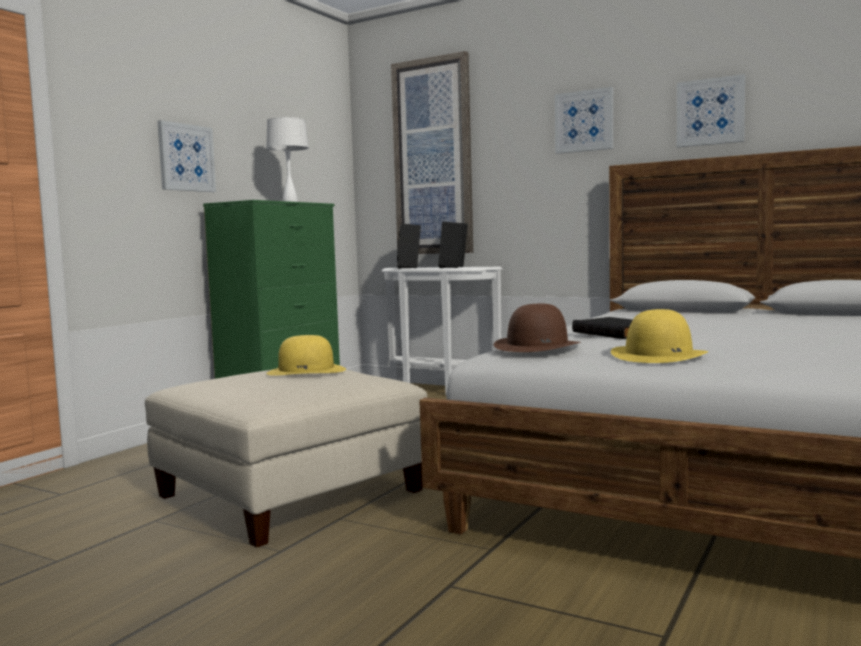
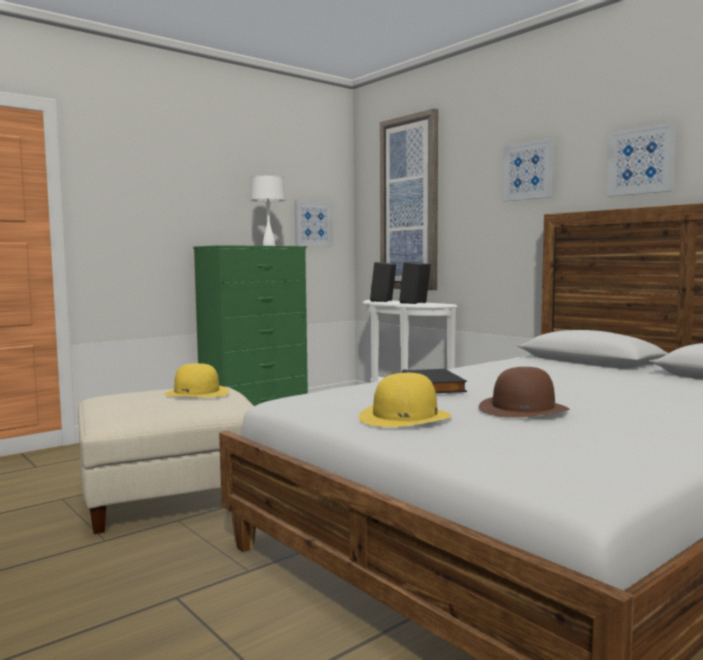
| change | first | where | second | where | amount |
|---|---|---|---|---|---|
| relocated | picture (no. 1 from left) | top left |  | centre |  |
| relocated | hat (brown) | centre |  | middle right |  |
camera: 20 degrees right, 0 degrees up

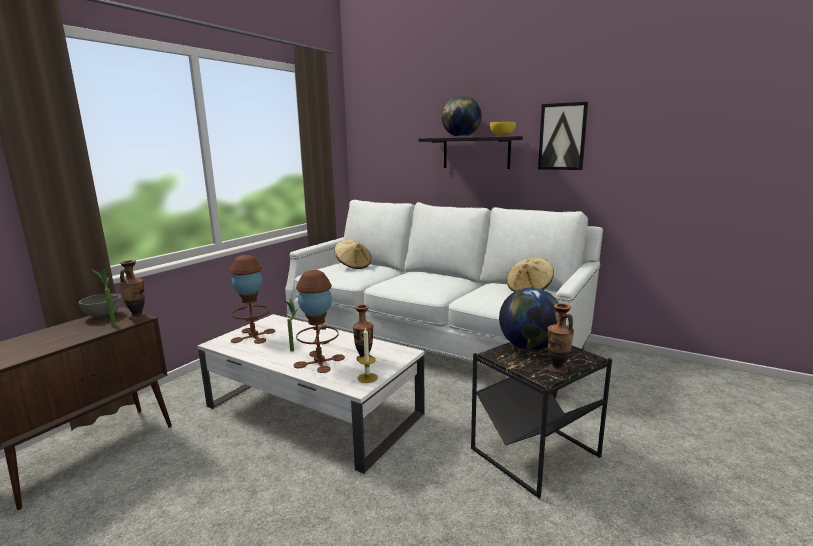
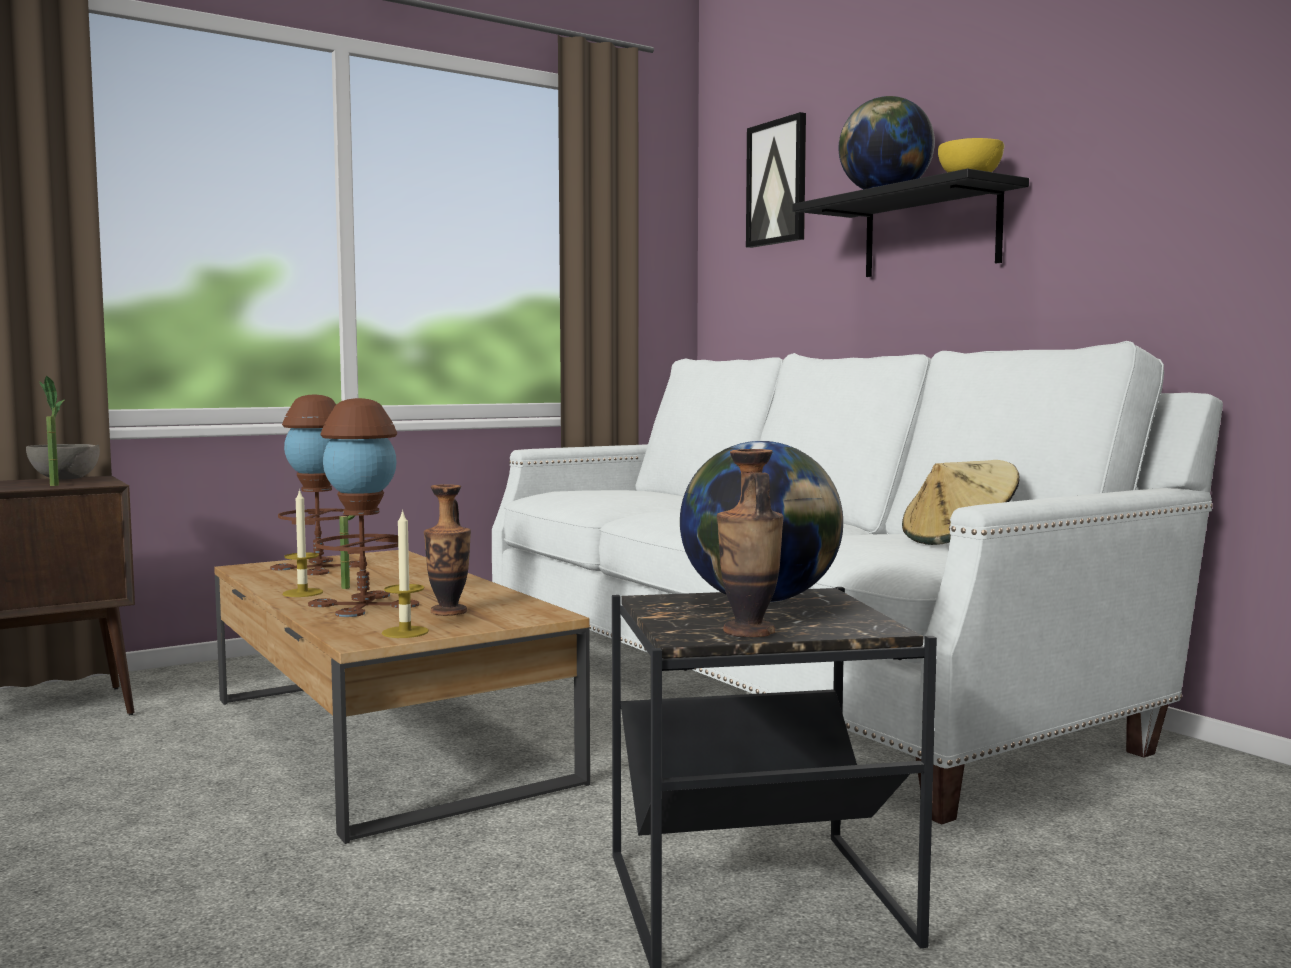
| change | first | where | second | where | amount |
|---|---|---|---|---|---|
| missing | vase (no. 1 from left) | middle left |  |  |  |
| colour | coffee table (white) | bottom centre | coffee table (brown) | bottom left |  |
| missing | hat (beige) (no. 1 from left) | centre |  |  |  |
| relocated | picture | top right |  | top centre |  |
| appeared |  |  | candle (no. 1 from left) | middle left |  |
camera: 25 degrees right, 10 degrees down

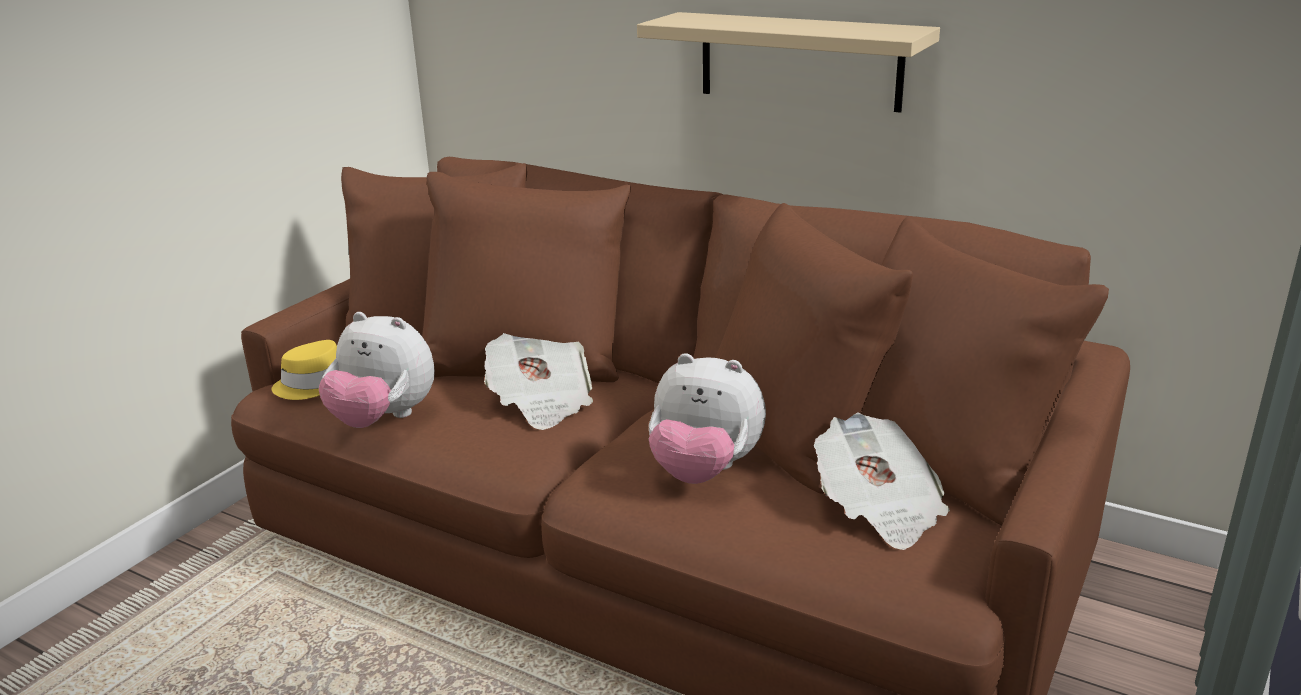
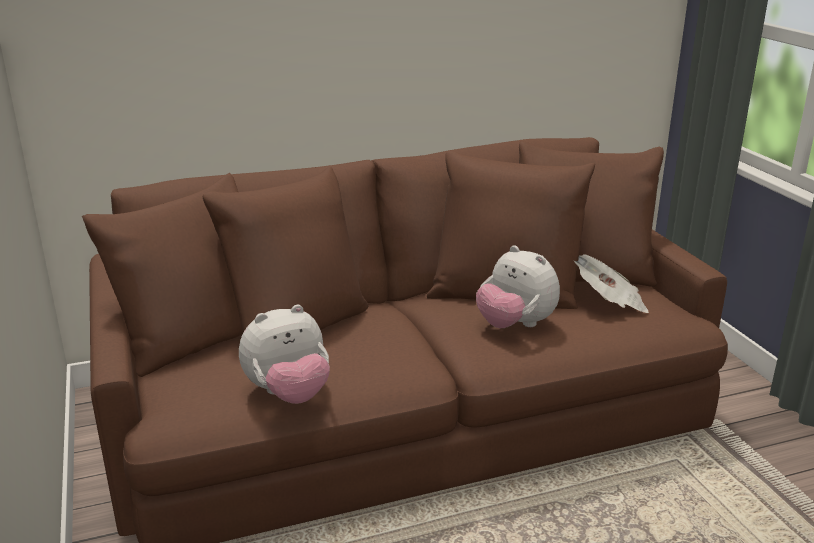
| change | first | where | second | where | amount |
|---|---|---|---|---|---|
| missing | hat (yellow) | middle left |  |  |  |
| missing | newspaper (no. 1 from left) | centre |  |  |  |
| missing | shelf (beige) | top centre |  |  |  |
| spun | plush toy (no. 2 from left) | centre |  | centre | 75 degrees clockwise |
camera: 50 degrees left, 0 degrees up

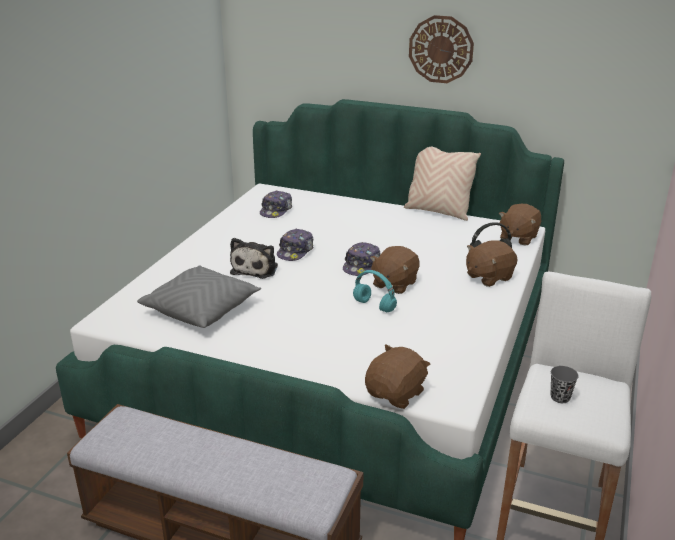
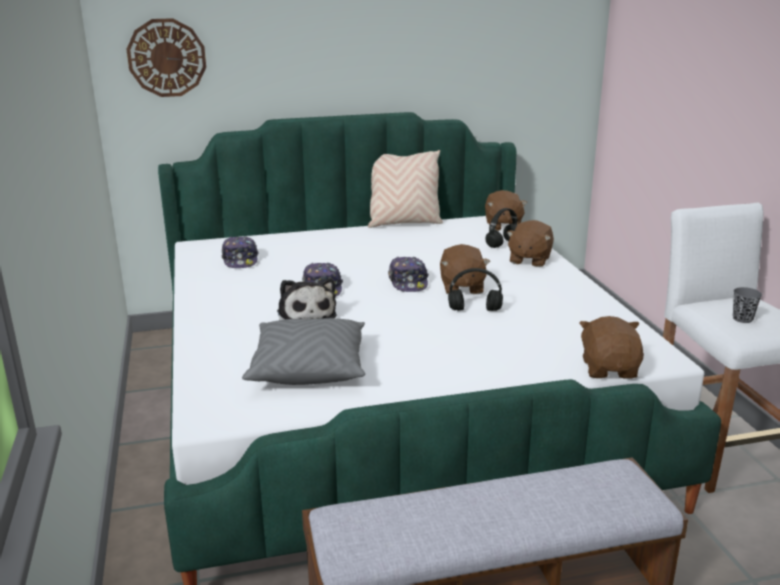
| change | first | where | second | where | amount |
|---|---|---|---|---|---|
| colour | headphones (turquoise) | centre | headphones (black) (no. 1 from left) | centre |  |
| relocated | wall clock | top centre |  | top left |  |
camera: 35 degrees left, 5 degrees down

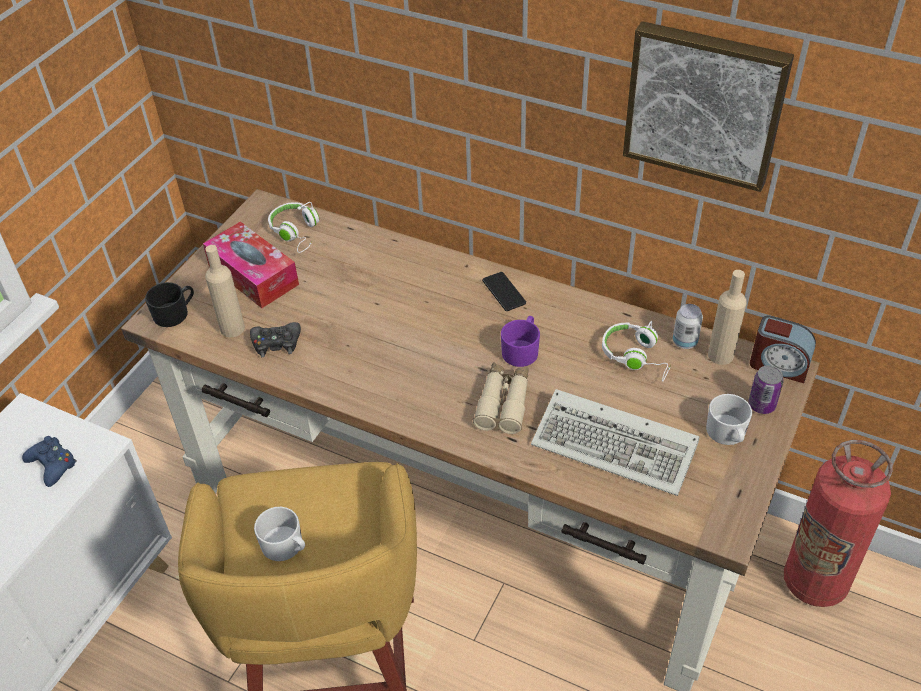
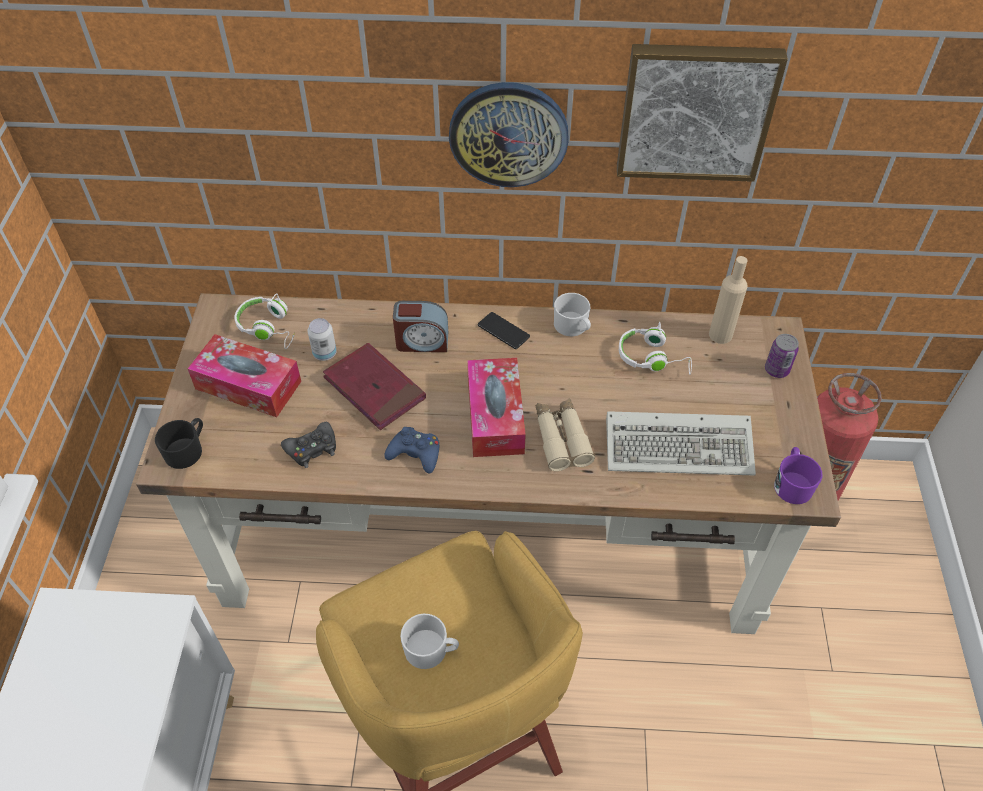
| change | first | where | second | where | amount |
|---|---|---|---|---|---|
| relocated | game controller (blue) | bottom left |  | centre |  |
| missing | bottle (beige) (no. 1 from left) | middle left |  |  |  |
| relocated | mug (purple) | centre |  | middle right |  |
| relocated | can (no. 1 from left) | middle right |  | middle left |  |
| relocated | mug (white) (no. 2 from left) | middle right |  | centre |  |
| relocated | alarm clock | middle right |  | centre |  |
| appeared |  |  | book (red) | centre |  |
| appeared |  |  | wall clock | top centre |  |
| appeared |  |  | tissue box (no. 2 from left) | centre |  |
camera: 25 degrees left, 5 degrees up

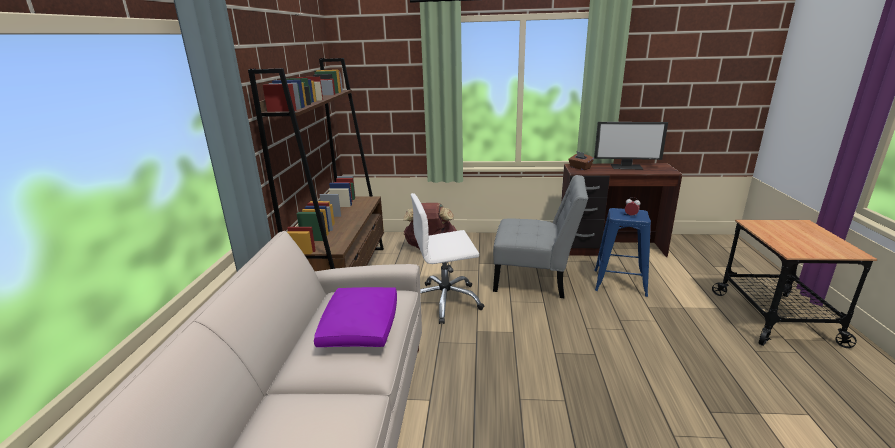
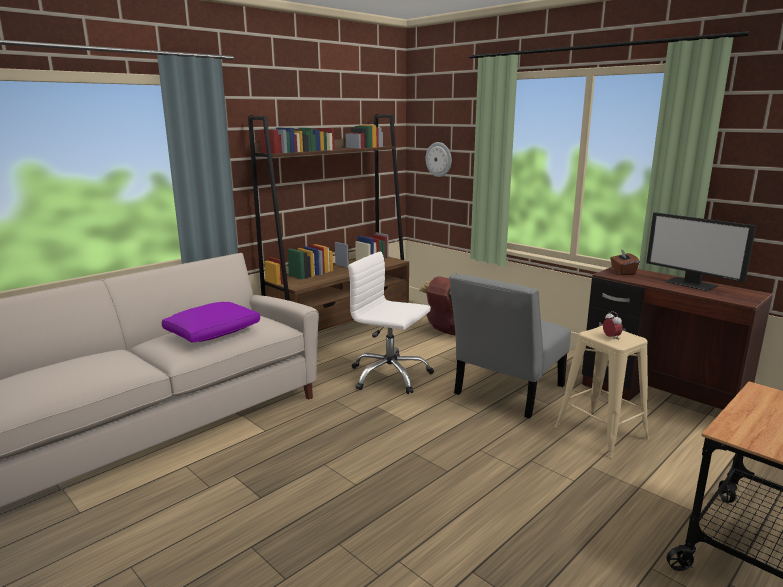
| change | first | where | second | where | amount |
|---|---|---|---|---|---|
| spun | chair (grey) | centre |  | centre | 75 degrees clockwise |
| colour | stool (blue) | middle right | stool (beige) | bottom right |  |
| appeared |  |  | wall clock | top centre |  |
camera: 40 degrees right, 5 degrees down

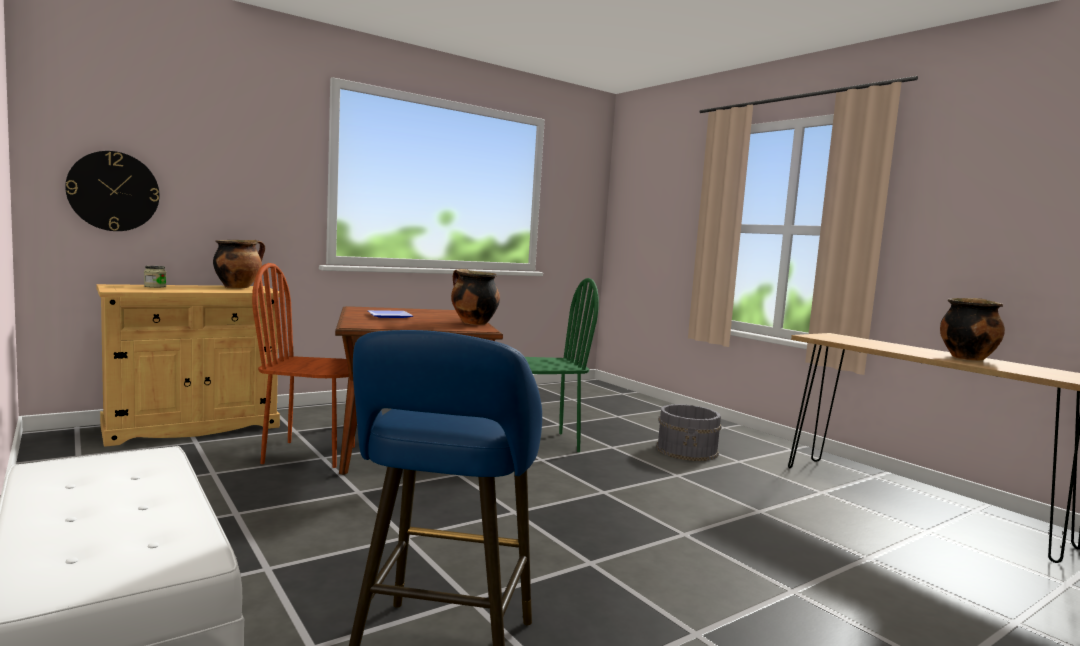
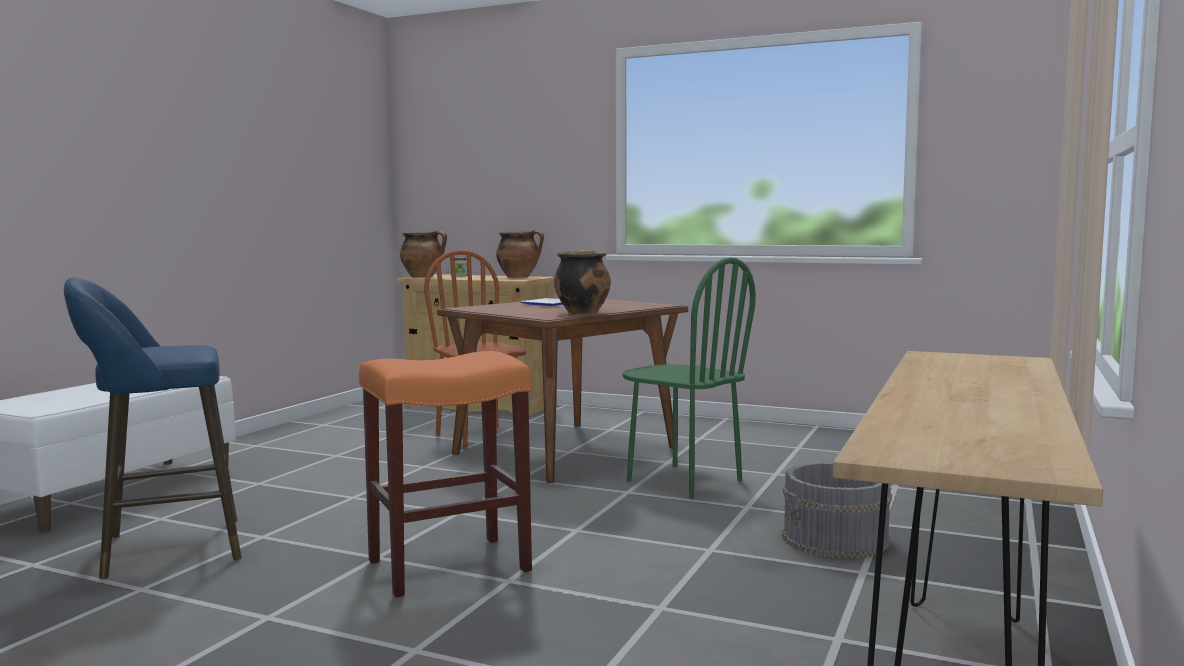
| change | first | where | second | where | amount |
|---|---|---|---|---|---|
| missing | wall clock | top left |  |  |  |
| relocated | cooking pot (no. 3 from left in the first image) | middle right | cooking pot (no. 1 from left) | centre |  |
| appeared |  |  | stool (orange) | bottom centre |  |
camera: 60 degrees right, 0 degrees up

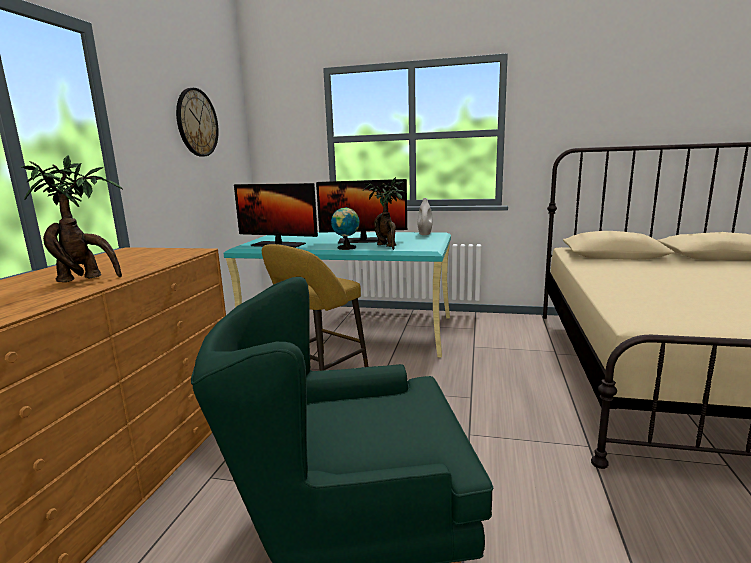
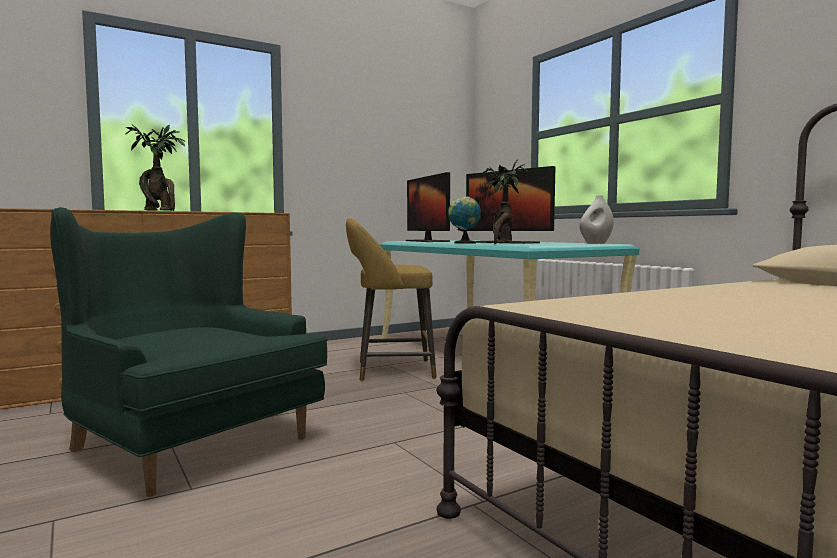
| change | first | where | second | where | amount |
|---|---|---|---|---|---|
| missing | wall clock | top left |  |  |  |
camera: 45 degrees right, 10 degrees down

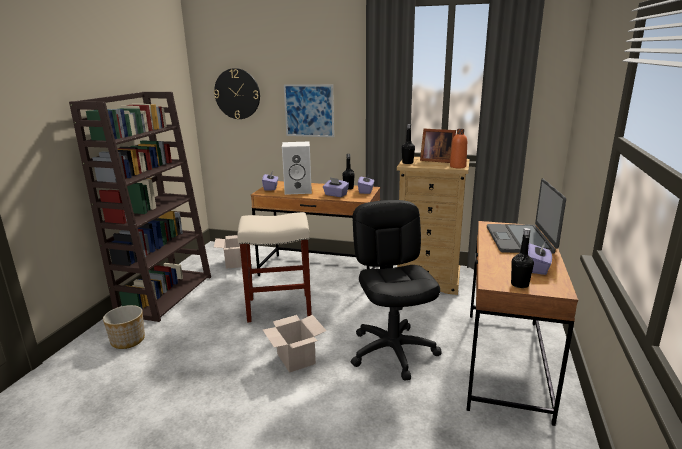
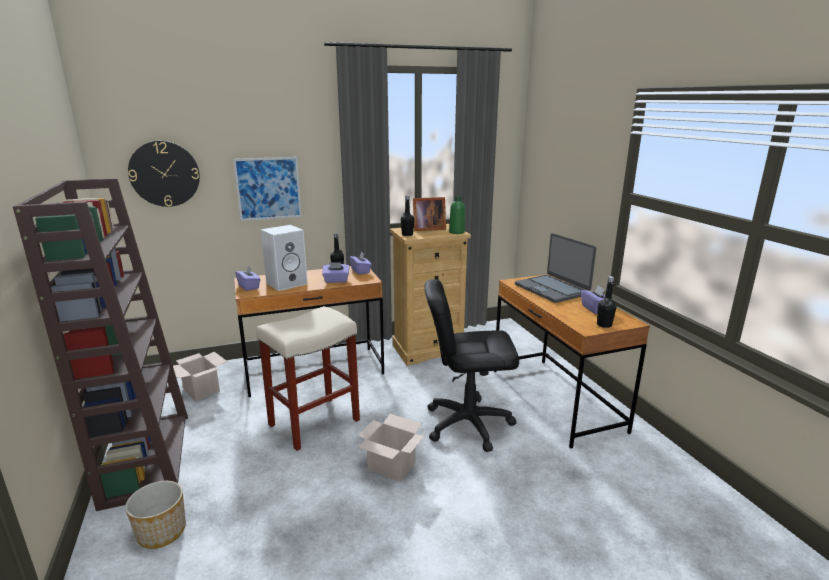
| change | first | where | second | where | amount |
|---|---|---|---|---|---|
| spun | office chair (black) | centre |  | centre | 45 degrees counterclockwise |
| colour | bottle (orange) | top right | bottle (green) | centre |  |
camera: 35 degrees left, 0 degrees up

